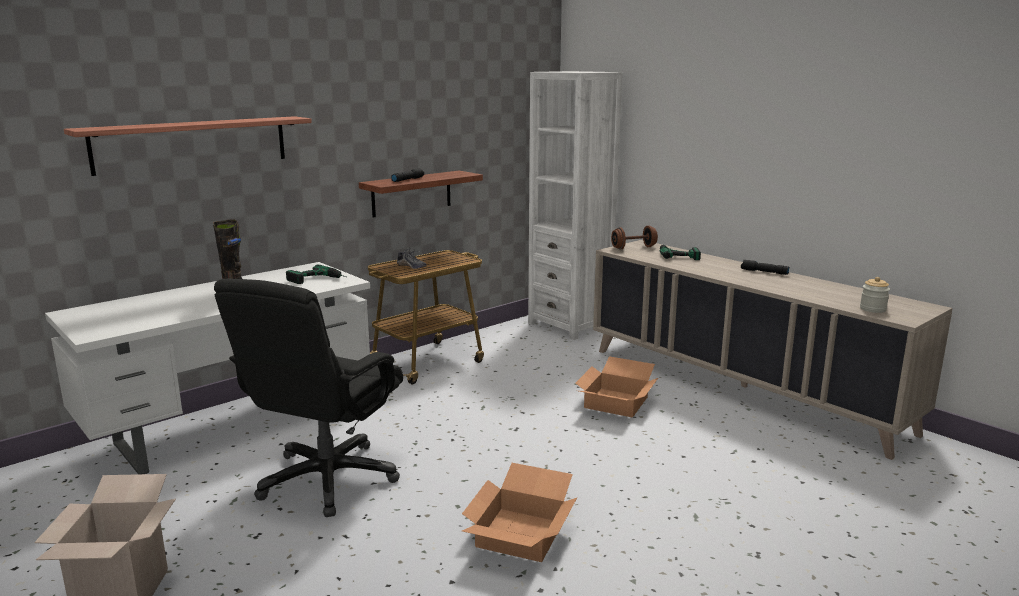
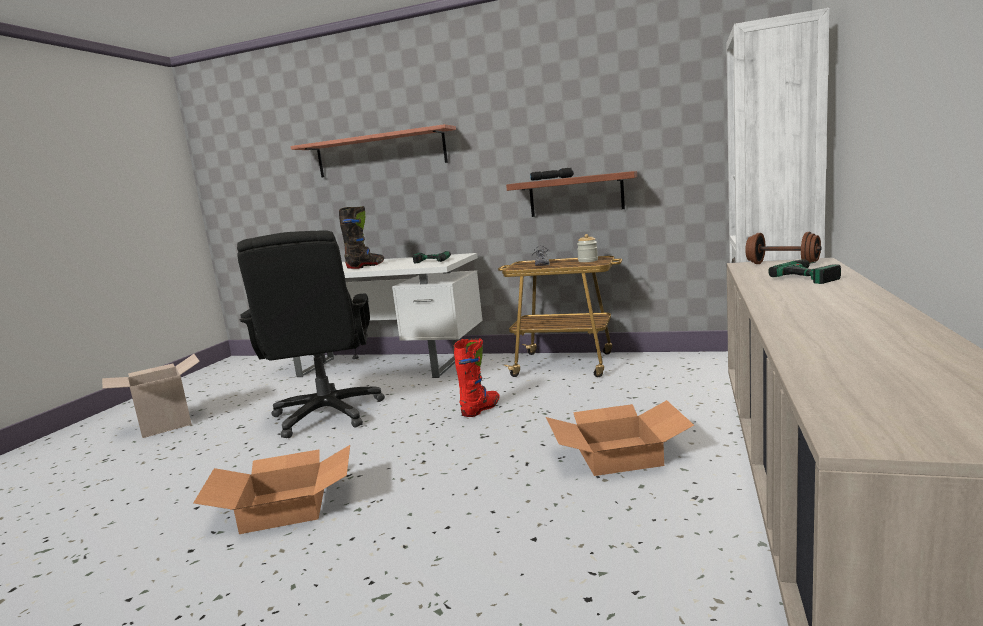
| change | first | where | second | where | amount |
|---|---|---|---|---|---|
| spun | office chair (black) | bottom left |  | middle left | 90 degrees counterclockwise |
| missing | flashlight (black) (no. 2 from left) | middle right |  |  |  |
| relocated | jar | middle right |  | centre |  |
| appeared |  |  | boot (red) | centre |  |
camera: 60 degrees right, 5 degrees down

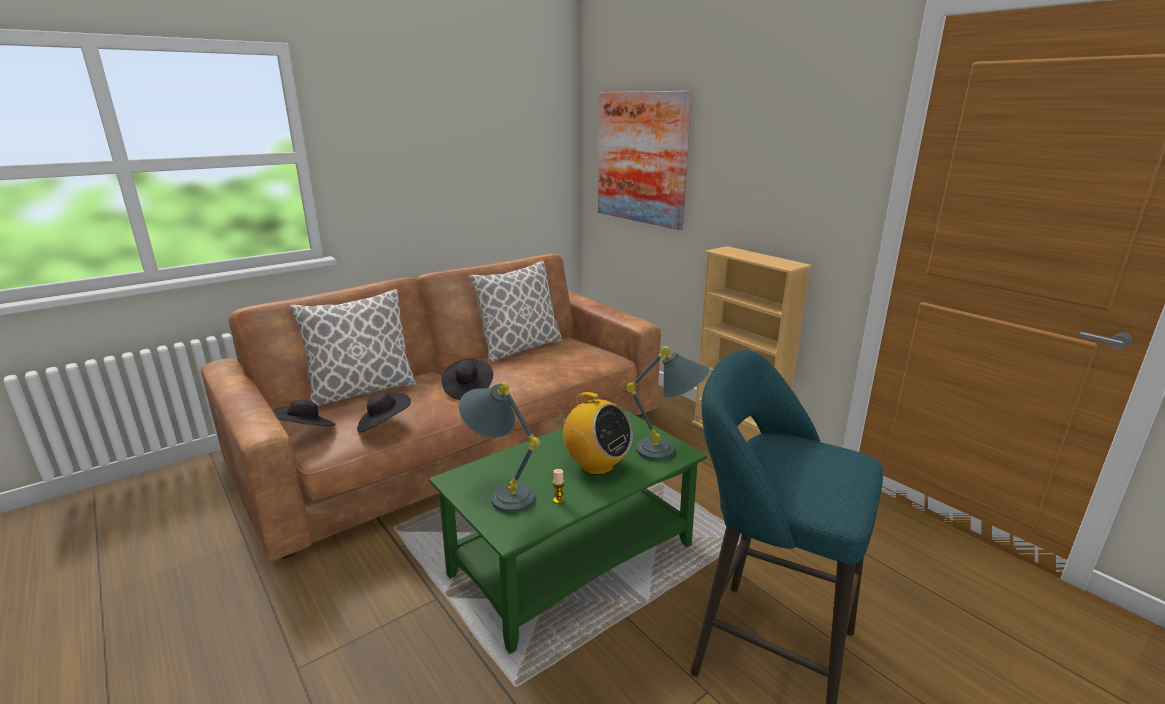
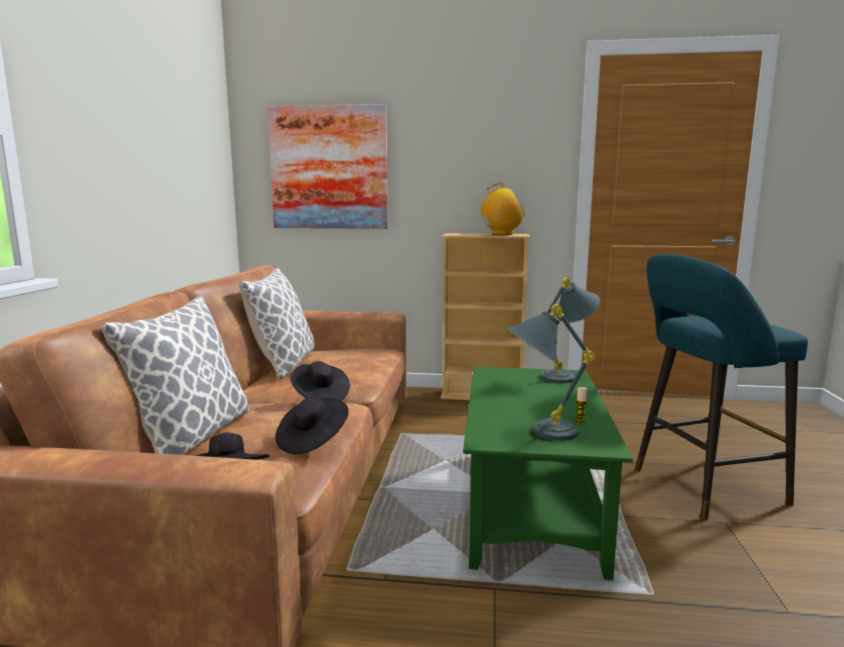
| change | first | where | second | where | amount |
|---|---|---|---|---|---|
| relocated | radio | centre |  | top centre |  |
camera: 45 degrees left, 10 degrees down

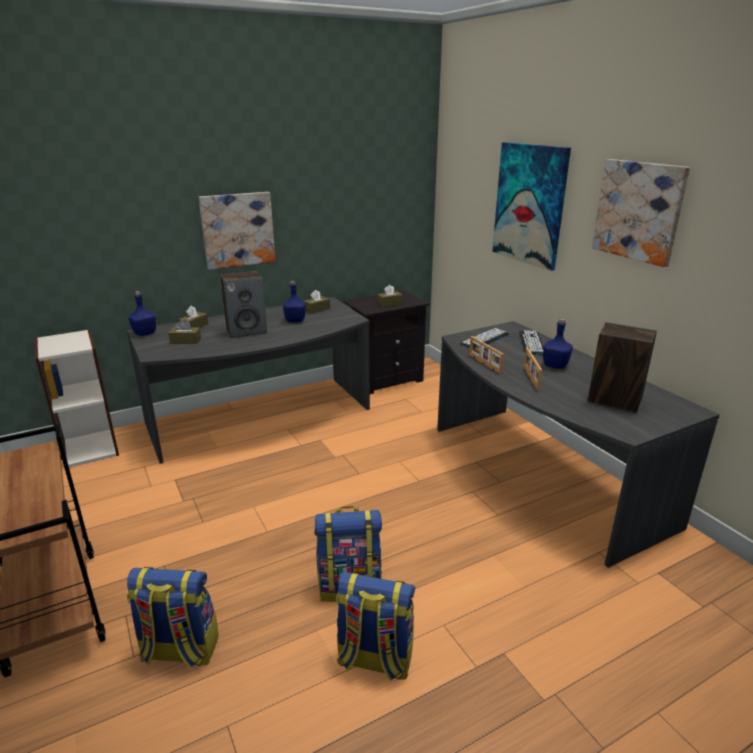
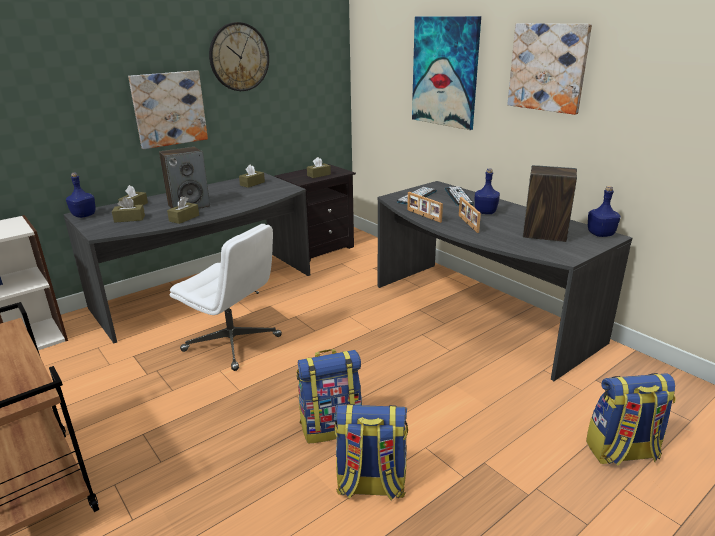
| change | first | where | second | where | amount |
|---|---|---|---|---|---|
| relocated | backpack (no. 1 from left in the first image) | bottom left | backpack (no. 3 from left) | bottom right |  |
| relocated | bottle (blue) (no. 2 from left in the first image) | centre | bottle (blue) (no. 3 from left) | middle right |  |
| appeared |  |  | tissue box (brown) (no. 3 from left) | middle left |  |
| appeared |  |  | office chair (white) | middle left |  |
| appeared |  |  | wall clock | top centre |  |
camera: 10 degrees left, 0 degrees up

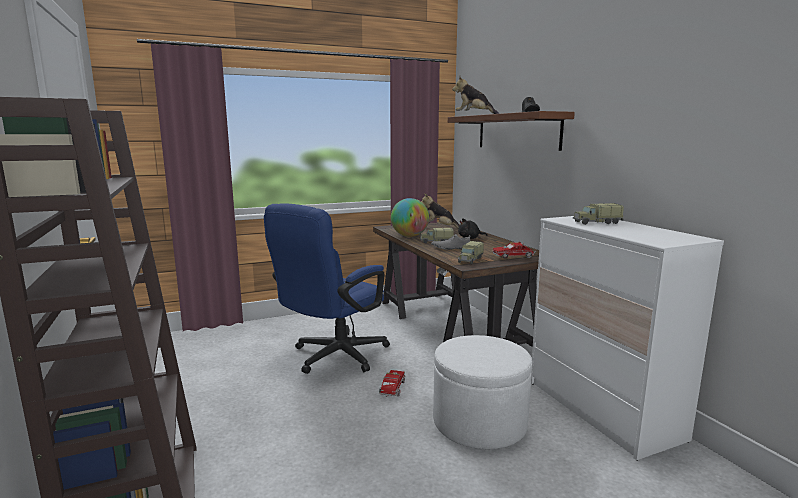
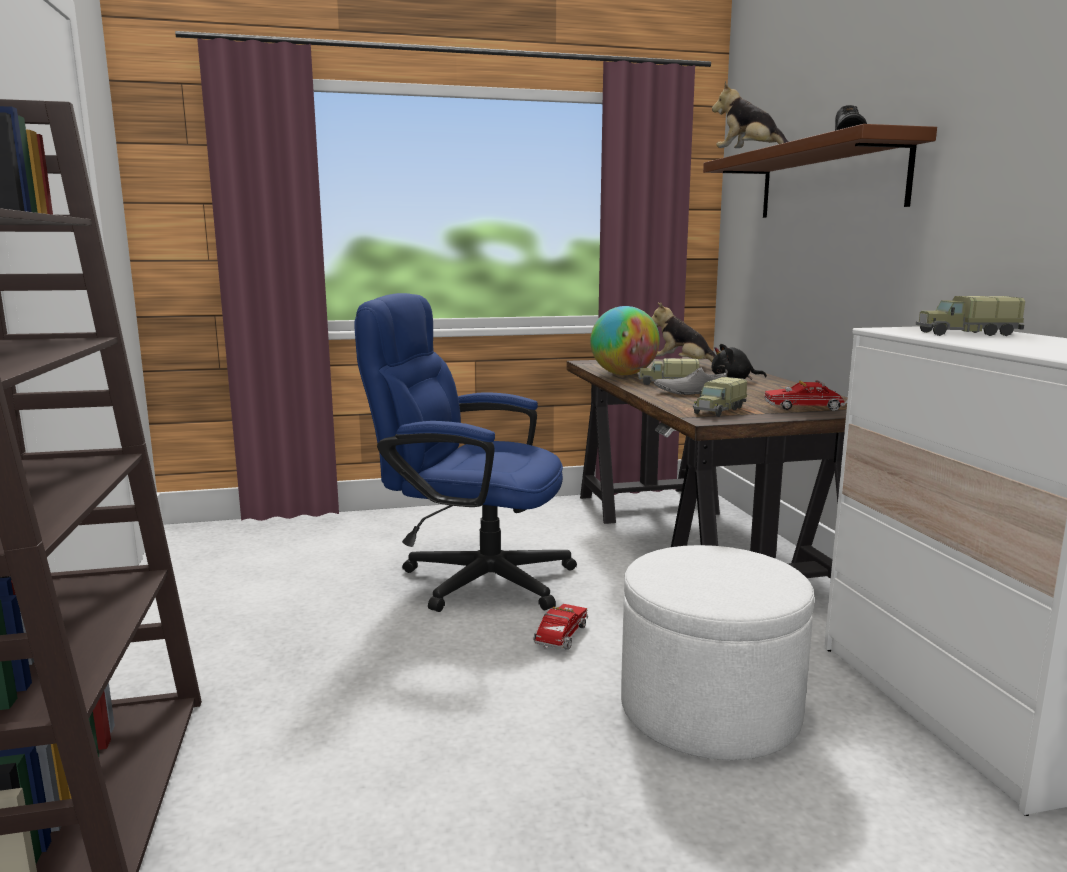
| change | first | where | second | where | amount |
|---|---|---|---|---|---|
| spun | office chair (blue) | centre |  | centre | 60 degrees clockwise |
camera: 10 degrees right, 0 degrees up

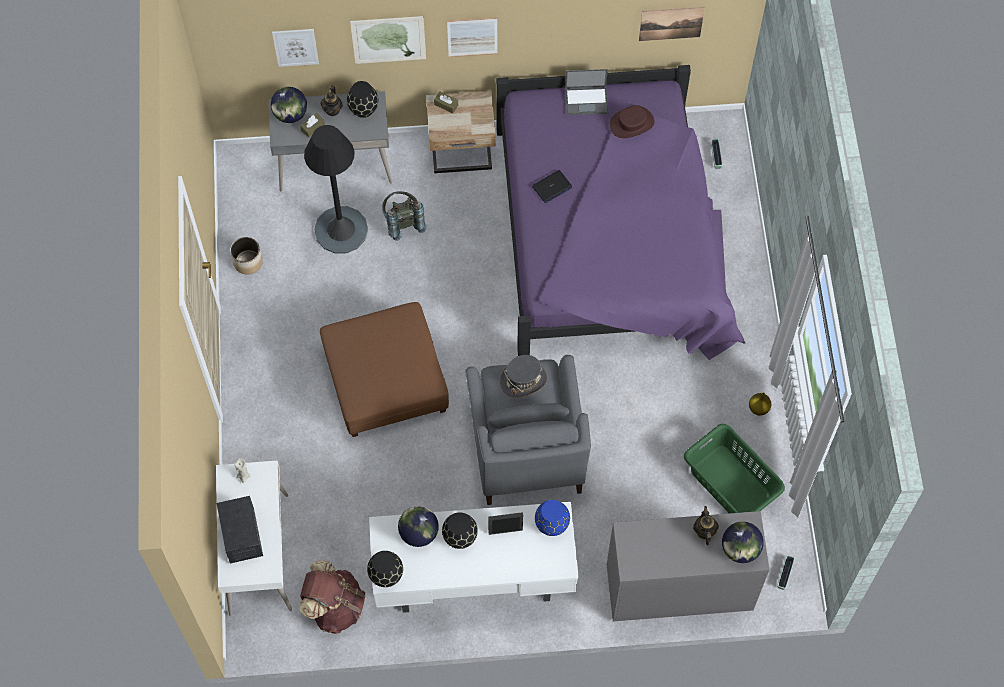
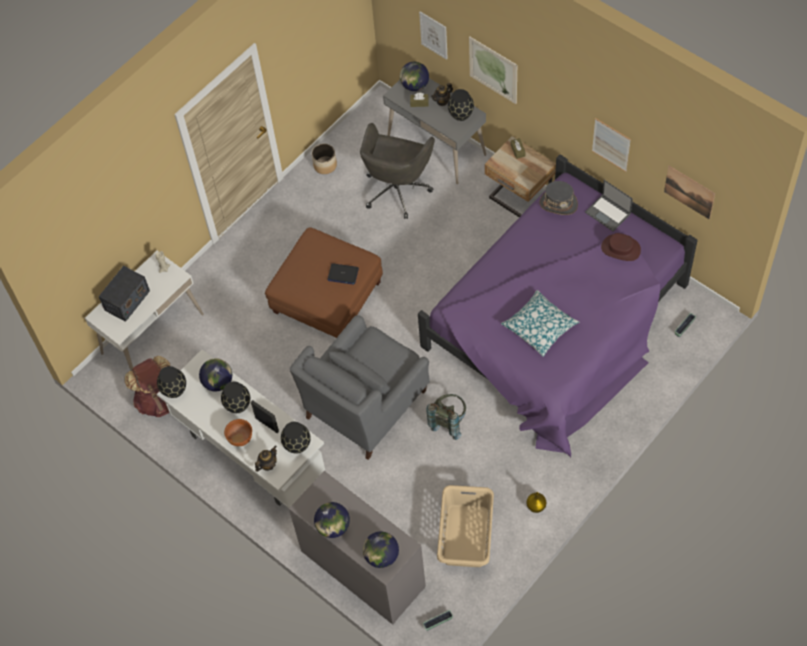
| change | first | where | second | where | amount |
|---|---|---|---|---|---|
| exchanged | floor lamp (black) | top centre | office chair (grey) | top centre |  |
| relocated | backpack (grey) | top centre |  | centre |  |
| relocated | picture (no. 3 from left) | top centre |  | top right |  |
| relocated | hat (grey) | centre |  | top right |  |
| relocated | laptop (no. 1 from left) | top centre |  | centre |  |
| colour | vase (blue) | bottom centre | vase (black) (no. 3 from left) | bottom centre |  |
| colour | laundry basket (green) | bottom right | laundry basket (beige) | bottom centre |  |
| relocated | teapot (no. 2 from left in the first image) | bottom right | teapot (no. 1 from left) | bottom left |  |
| appeared |  |  | bowl (brown) | bottom left |  |
| appeared |  |  | globe (no. 2 from left) | bottom centre |  |
| appeared |  |  | pillow | middle right |  |
camera: 50 degrees right, 5 degrees down

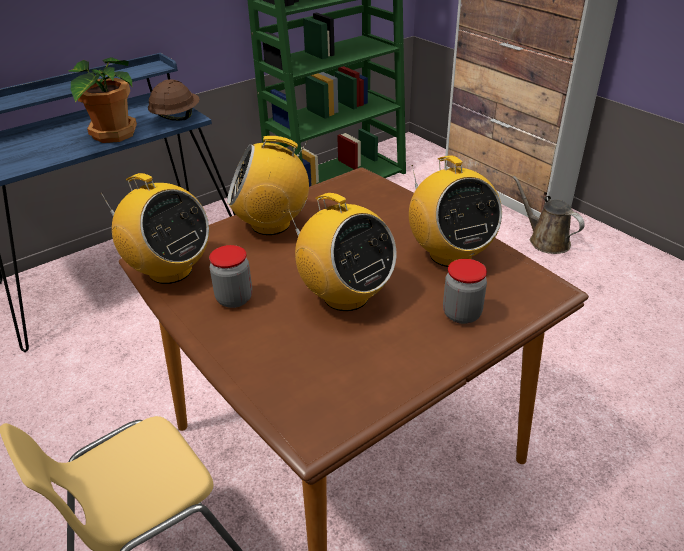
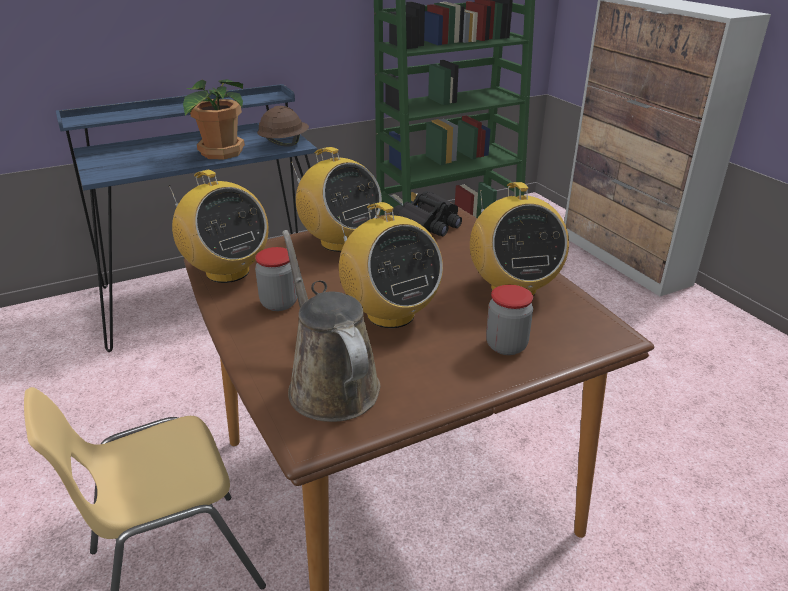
| change | first | where | second | where | amount |
|---|---|---|---|---|---|
| spun | radio (no. 2 from left) | centre |  | centre | 135 degrees counterclockwise |
| relocated | watering can (brown) | middle right |  | centre |  |
| appeared |  |  | binoculars (black) | centre |  |
camera: 10 degrees right, 5 degrees down

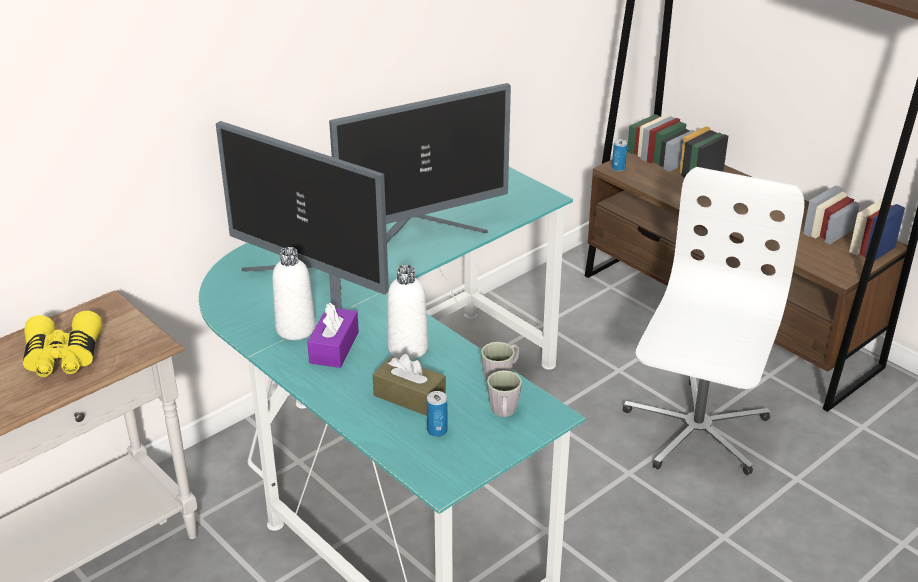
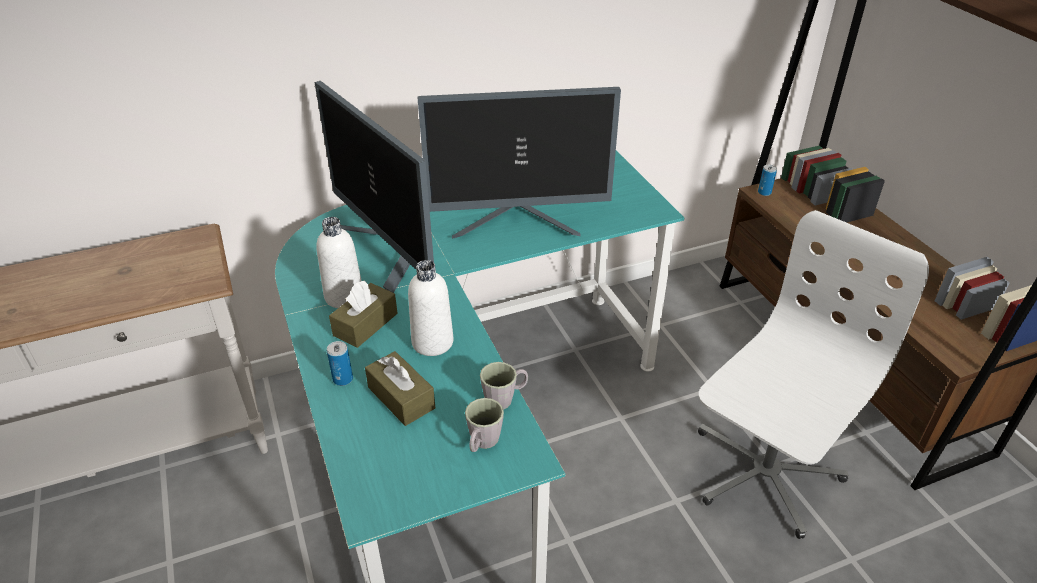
| change | first | where | second | where | amount |
|---|---|---|---|---|---|
| missing | binoculars (yellow) | middle left |  |  |  |
| colour | tissue box (purple) | centre | tissue box (brown) (no. 1 from left) | centre |  |
| relocated | can (no. 1 from left) | bottom centre |  | middle left |  |
camera: 20 degrees right, 5 degrees up

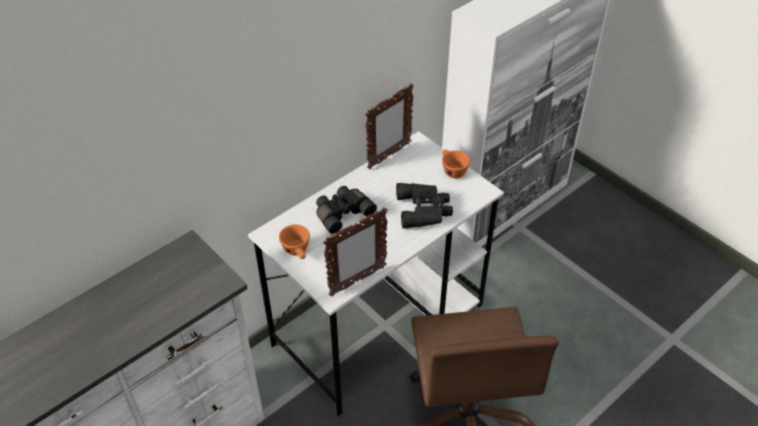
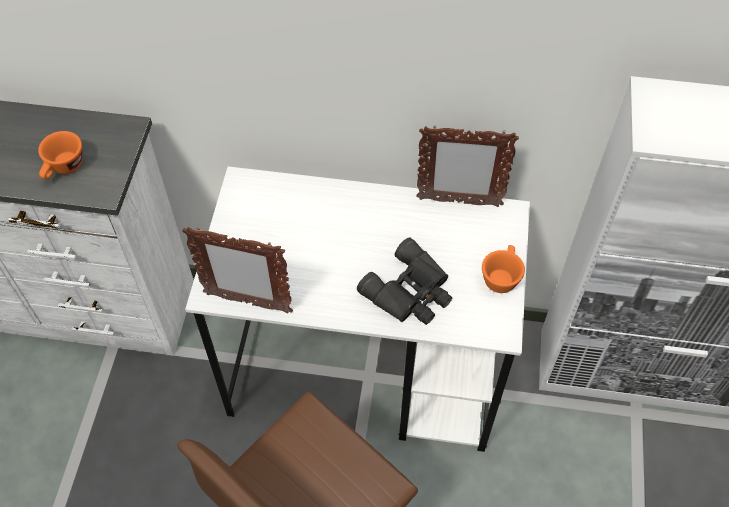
| change | first | where | second | where | amount |
|---|---|---|---|---|---|
| relocated | cup (orange) (no. 1 from left) | centre |  | top left |  |
| missing | binoculars (black) (no. 1 from left) | centre |  |  |  |
camera: 50 degrees right, 10 degrees up

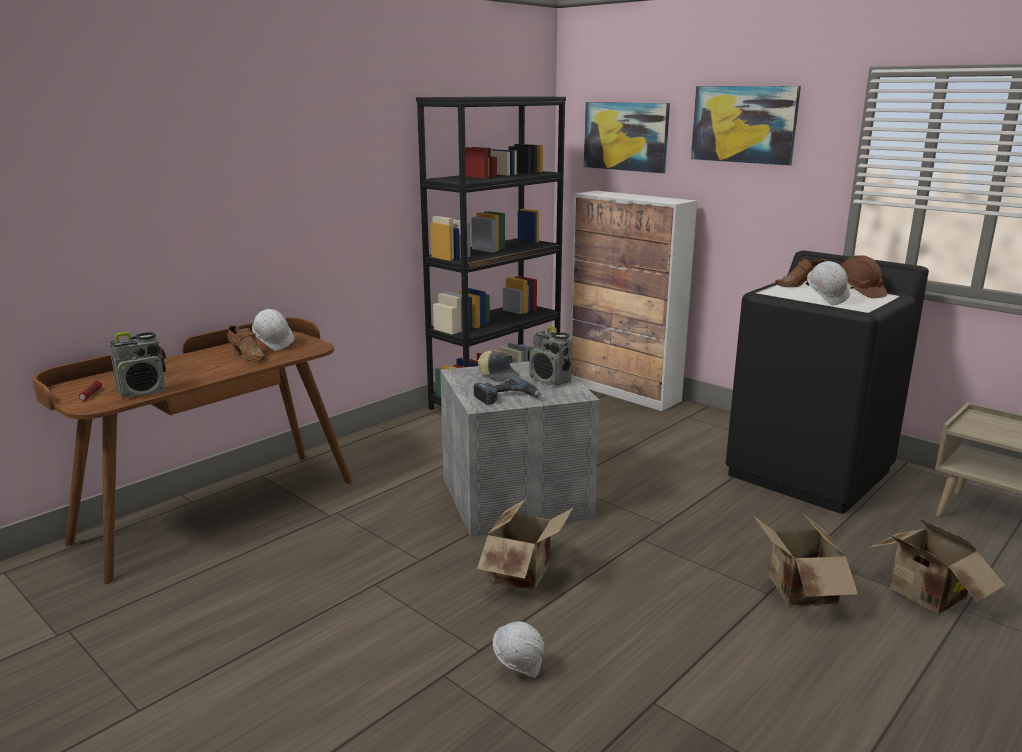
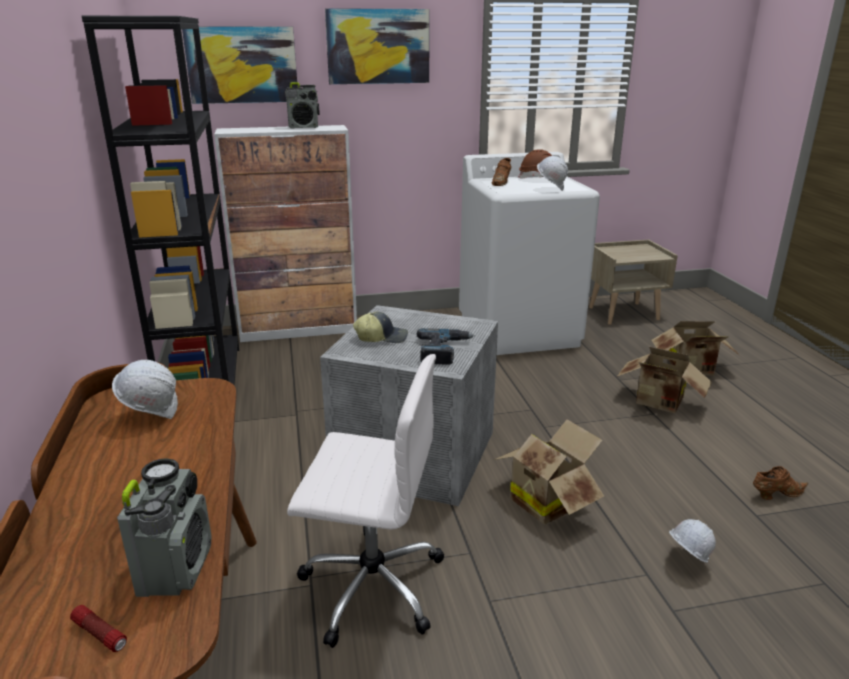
| change | first | where | second | where | amount |
|---|---|---|---|---|---|
| relocated | shoe (brown) (no. 1 from left in the first image) | middle left | shoe (brown) (no. 2 from left) | bottom right |  |
| relocated | radio (no. 2 from left) | centre |  | top centre |  |
| colour | washing machine (black) | middle right | washing machine (white) | centre |  |
| appeared |  |  | office chair (white) | bottom centre |  |
camera: 55 degrees left, 5 degrees up

